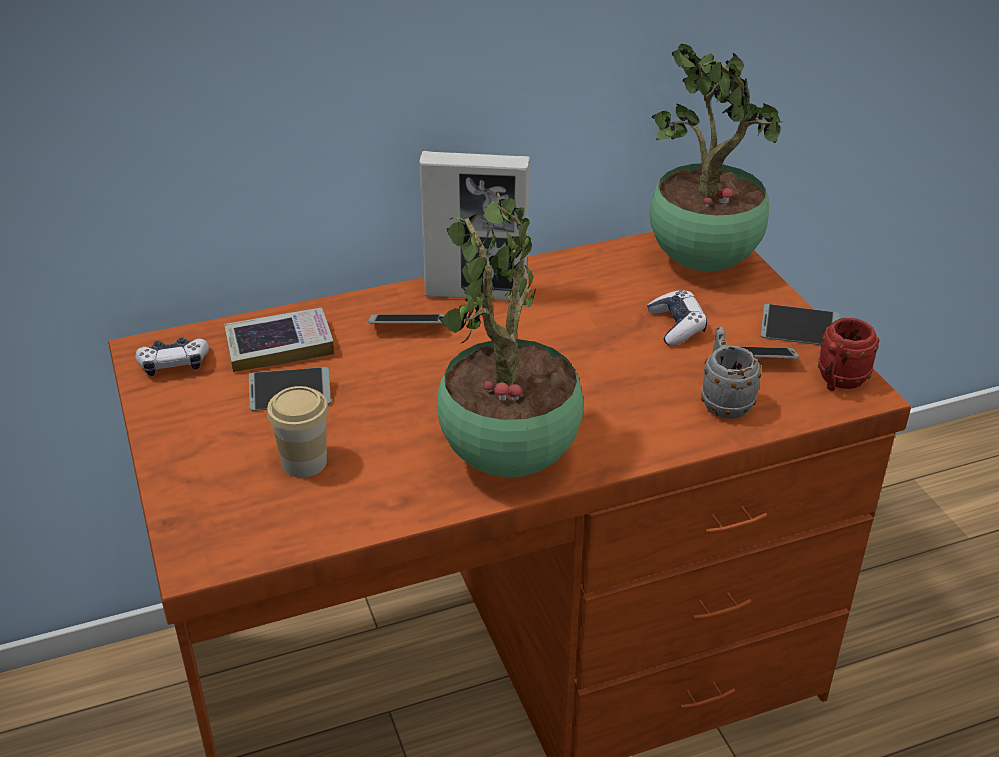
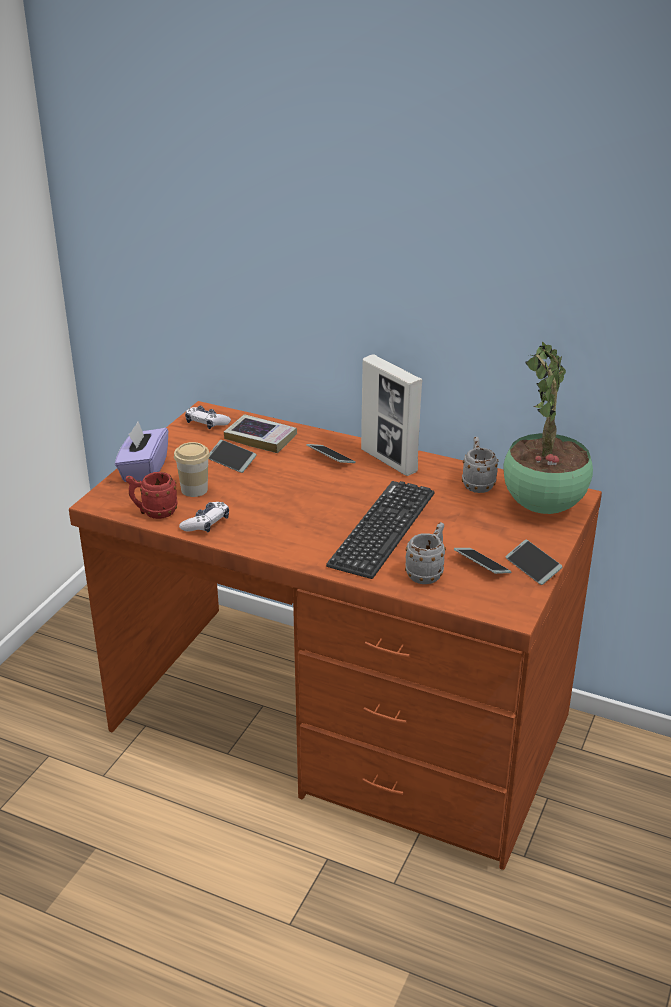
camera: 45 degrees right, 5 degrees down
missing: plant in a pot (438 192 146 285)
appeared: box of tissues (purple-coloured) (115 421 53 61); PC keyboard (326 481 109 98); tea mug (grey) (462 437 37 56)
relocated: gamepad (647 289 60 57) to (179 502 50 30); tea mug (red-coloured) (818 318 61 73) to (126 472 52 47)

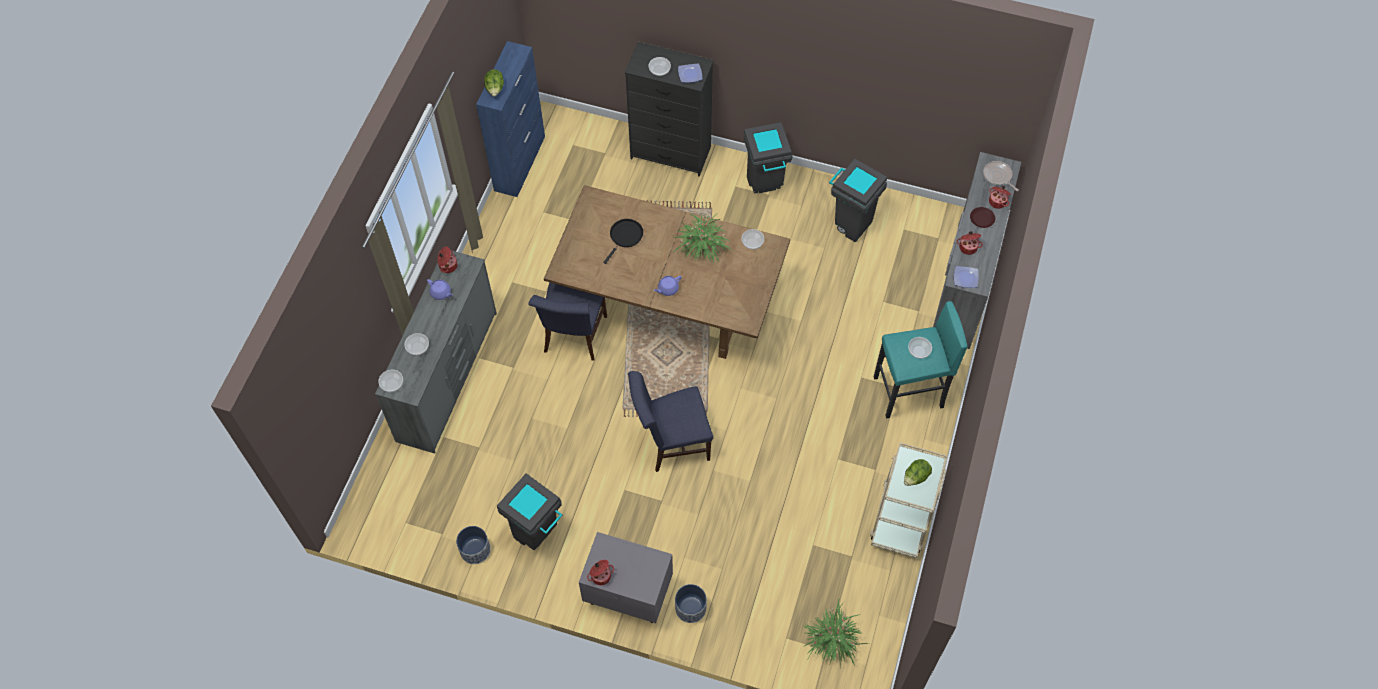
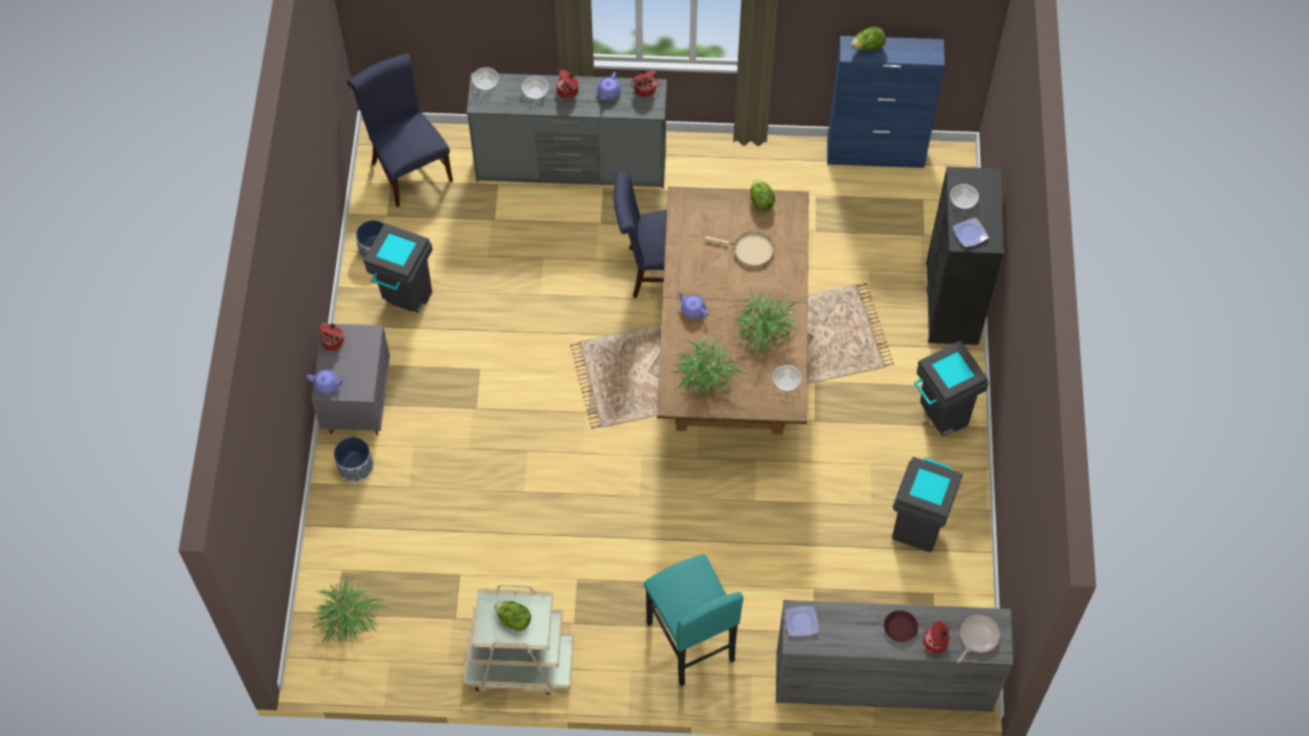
camera: 75 degrees right, 0 degrees up
missing: bowl (908 337 24 22)
appeared: tea pot (purple-coloured) (307 369 39 25); plant in a pot (671 332 77 66); lettuce head (750 179 25 32)
relocated: plain chair (blue-coloured) (628 371 86 101) to (347 53 106 154); cooking pot (957 231 26 24) to (556 70 23 29)
colour: frying pan (blackish) (603 219 40 45) to frying pan (sand-coloured) (705 231 69 35)

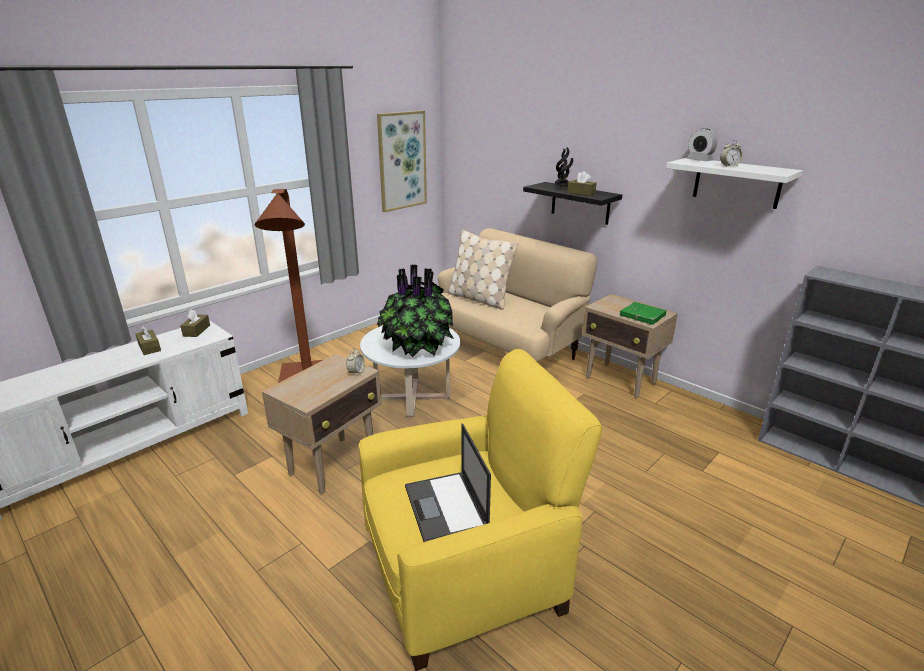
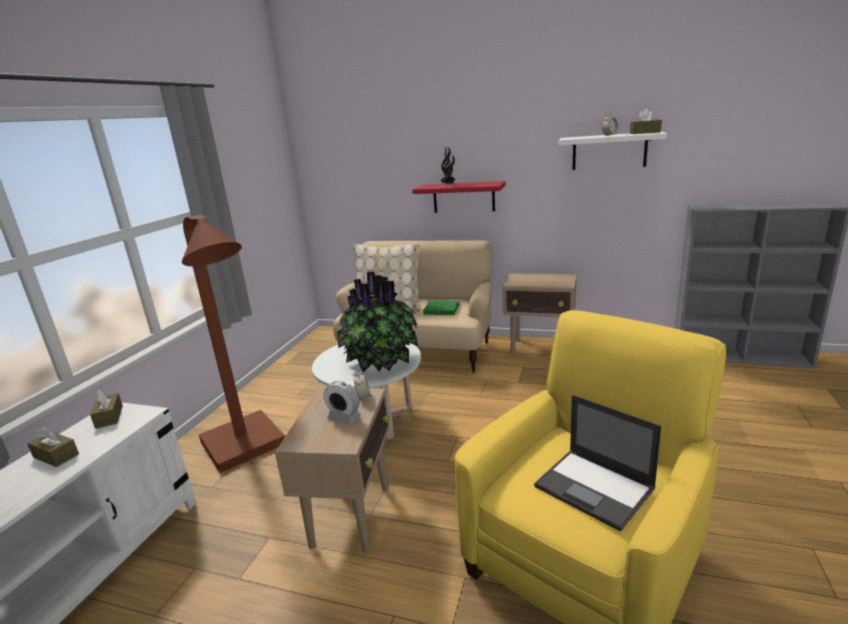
camera: 25 degrees left, 5 degrees down
missing: wall art (377 111 50 101)
relocated: box of tissues (brown-coloured) (567 171 30 25) to (630 109 32 25); book (green) (620 302 46 23) to (423 300 36 15); bedside clock (687 128 30 33) to (323 380 38 44)
colour: bracket shelf (blackish) (523 182 99 43) to bracket shelf (red-coloured) (412 181 94 32)

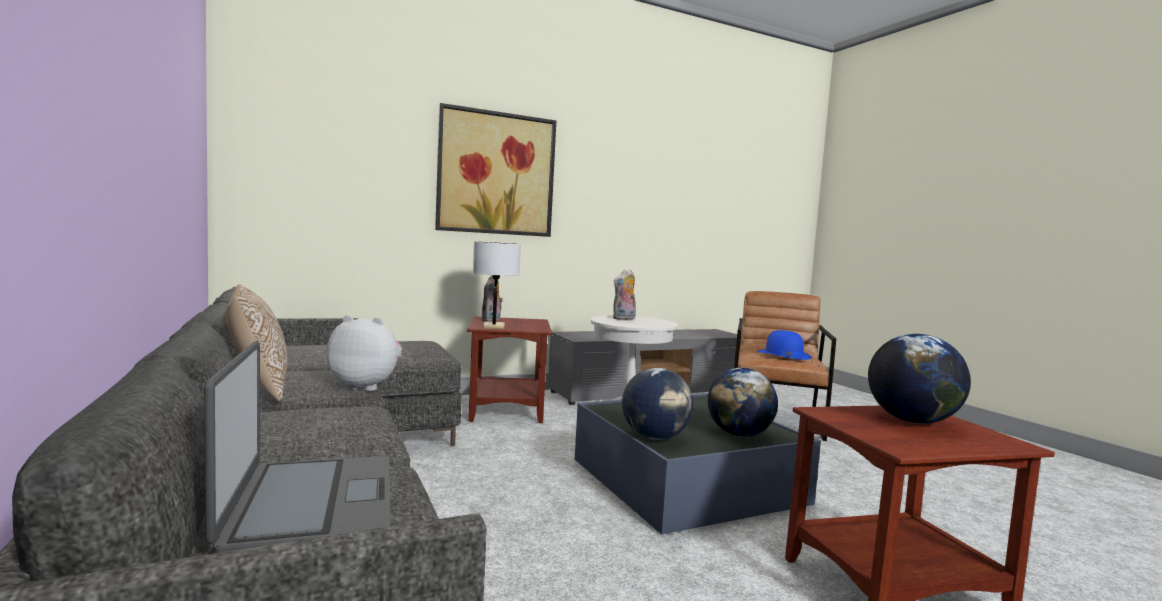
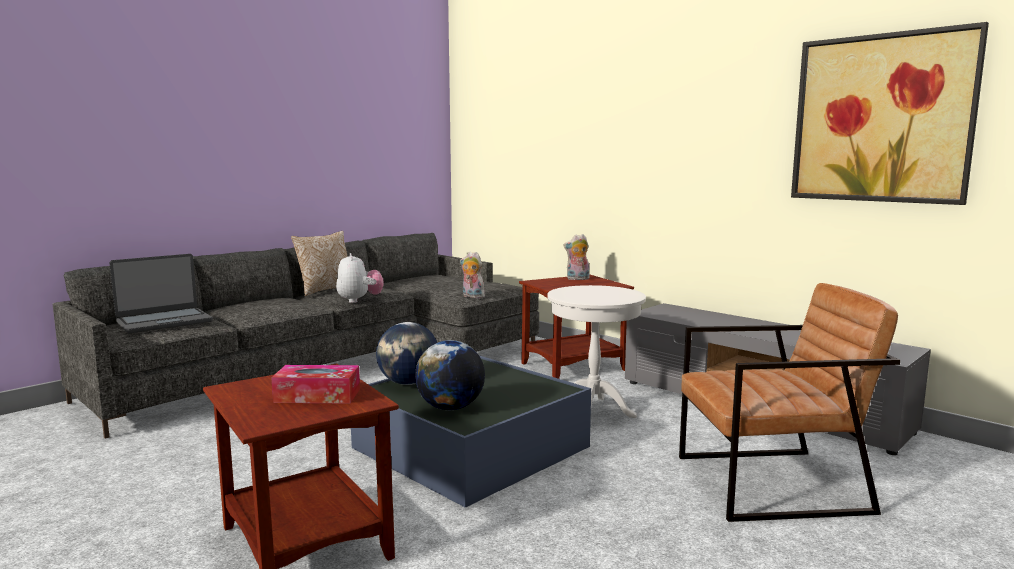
camera: 70 degrees right, 5 degrees up
missing: lamp for a table (whitish) (473 242 48 87); clothing hat (blue-coloured) (757 330 55 30)
relocated: wall art (435 103 121 134) to (791 22 198 183); cuddly toy (613 269 23 51) to (460 252 25 46)
exchanged: desk globe (868 334 103 90) to box of tissues (271 365 89 39)

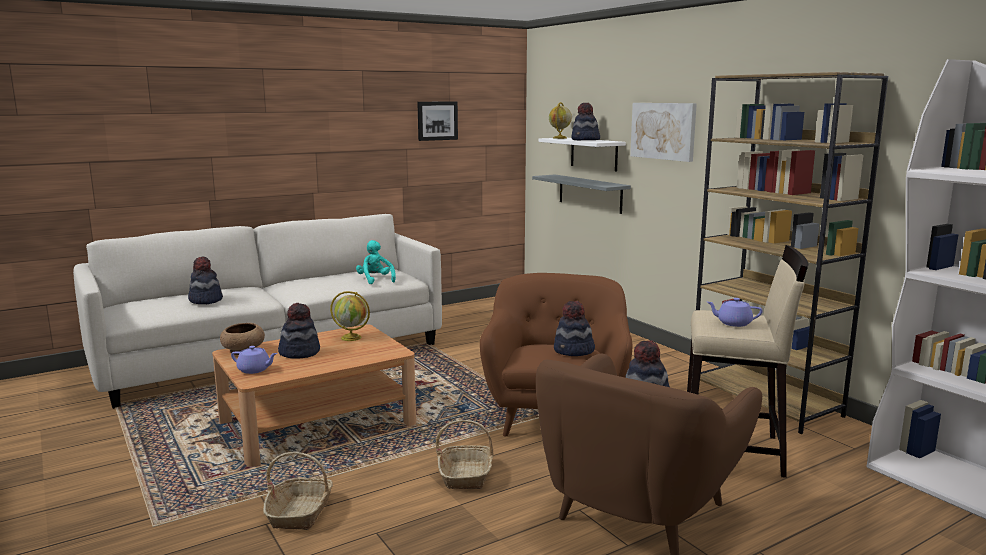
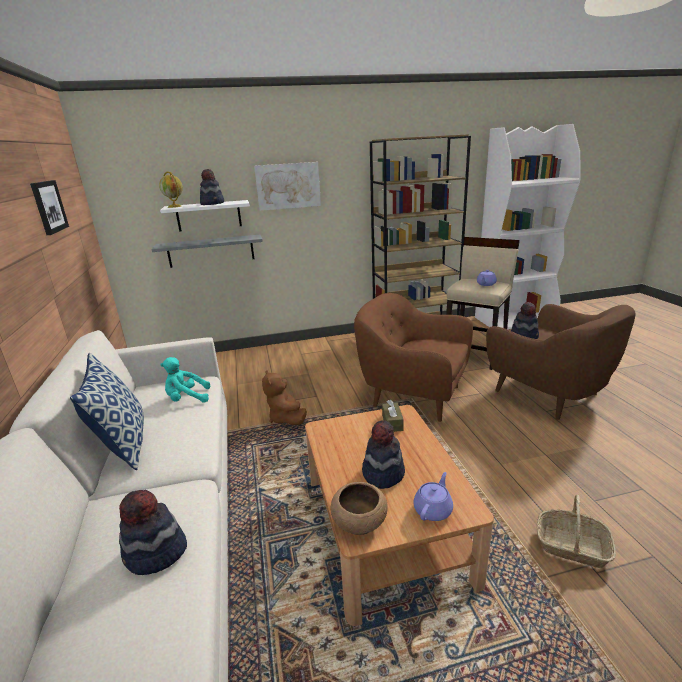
camera: 70 degrees left, 10 degrees up
missing: desk globe (330 291 40 50); storage basket (436 420 58 69); clothing hat (554 301 41 55)
appeared: throw pillow (70 353 74 117); cuddly toy (brown-coloured) (262 370 45 55); box of tissues (brown-coloured) (382 400 22 32)

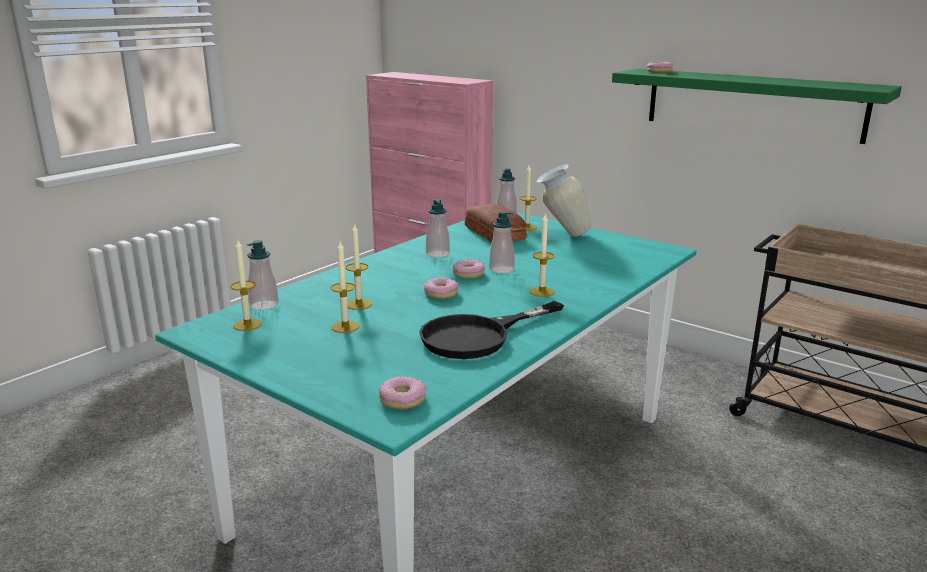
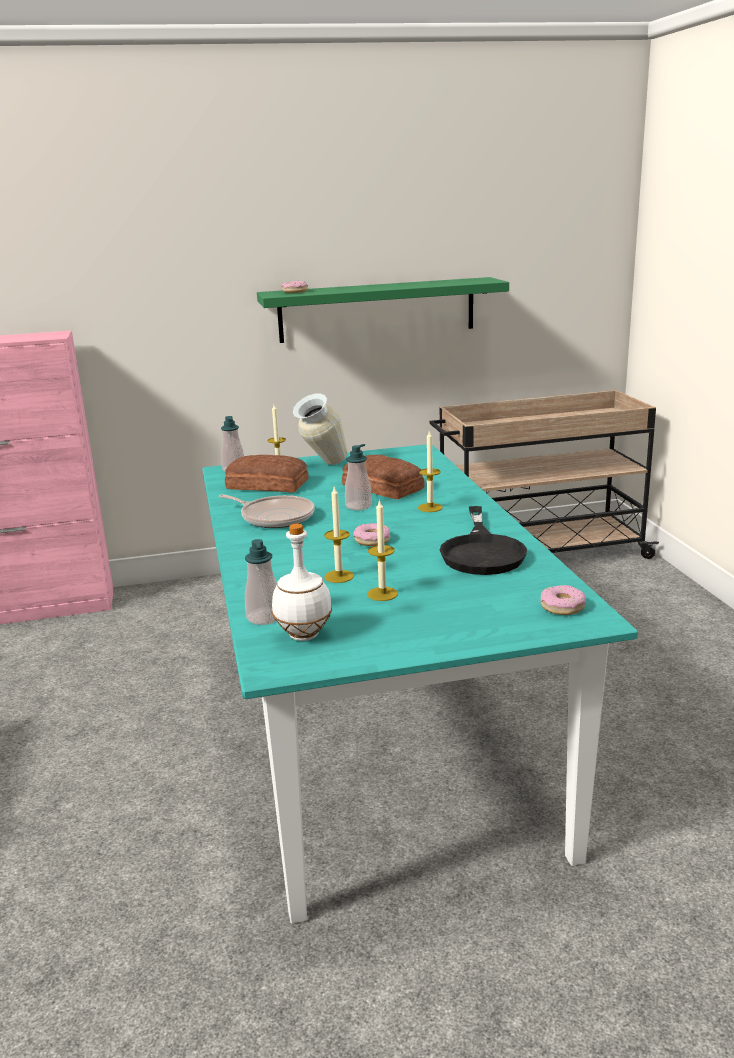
camera: 50 degrees left, 0 degrees up
missing: donut (453 259 32 20)
appeared: bread (342 455 83 44)
exchanged: wax candle (231 240 31 91) to drink bottle (whitish) (272 524 60 117); soap bottle (426 199 24 58) to frying pan (219 494 96 34)

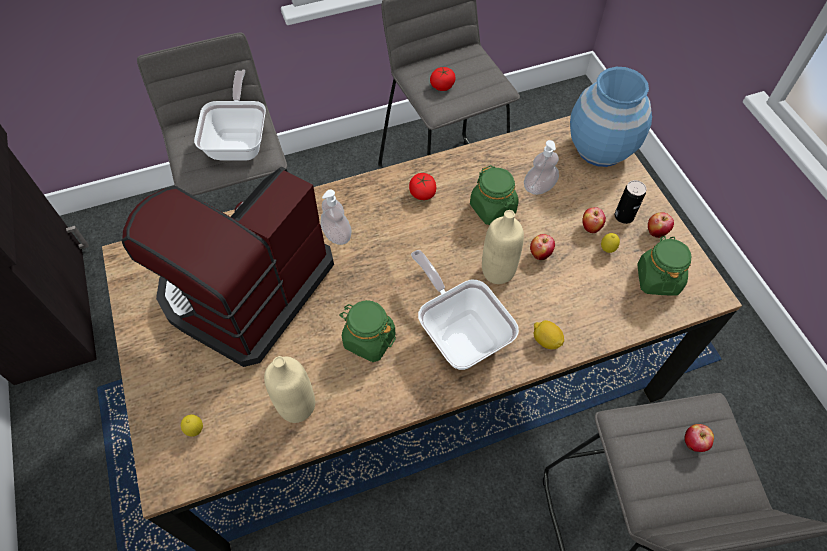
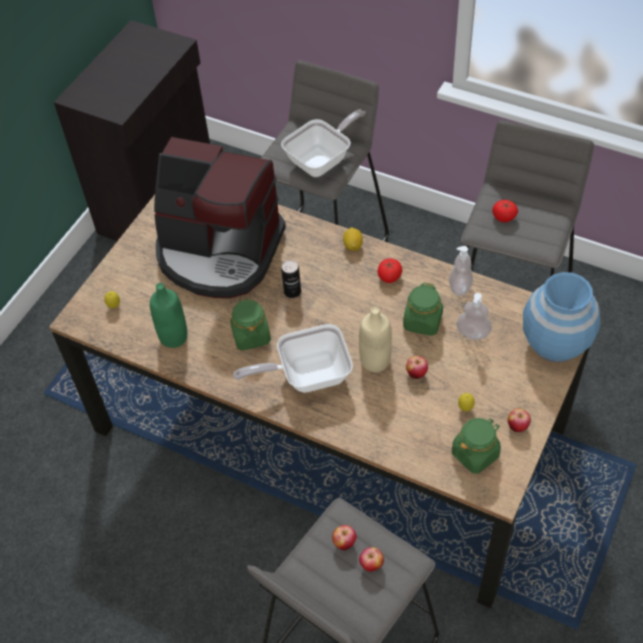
camera: 50 degrees right, 5 degrees down
relocated: soap bottle (320 190 32 55) to (449 246 24 49); lemon (534 320 30 29) to (343 227 20 24); apple (582 207 24 26) to (332 525 25 25); sealed can (615 180 32 44) to (281 260 20 38)
colour: drink bottle (sand-coloured) (264 356 51 67) to drink bottle (green) (150 283 37 65)
spun: coffee machine (121 167 213 200) = (154 137 132 161) 150 degrees counterclockwise; frying pan (411 250 108 120) = (233 324 120 69) 120 degrees counterclockwise

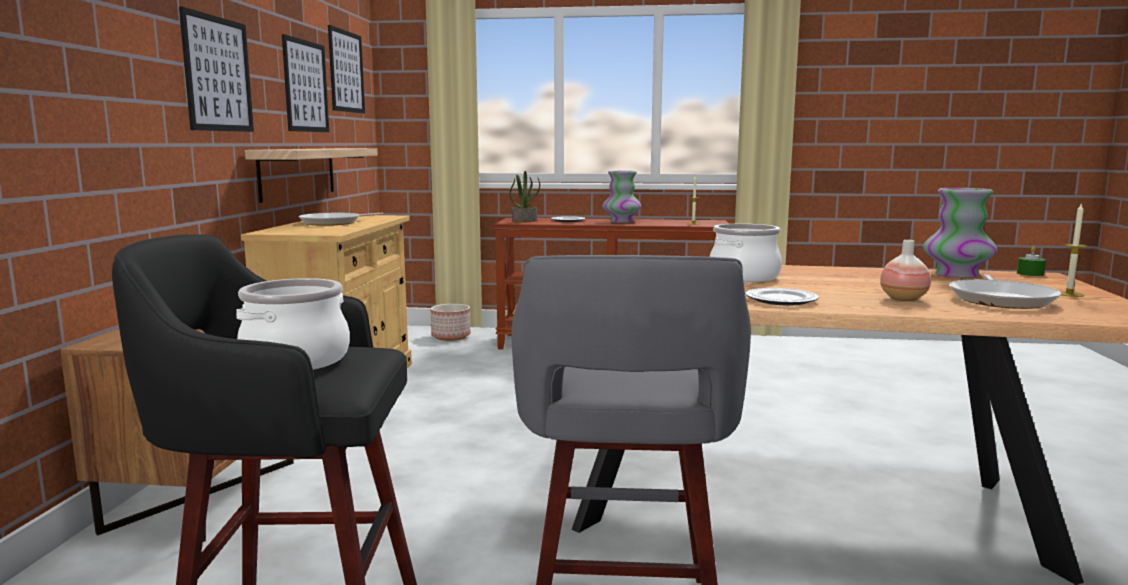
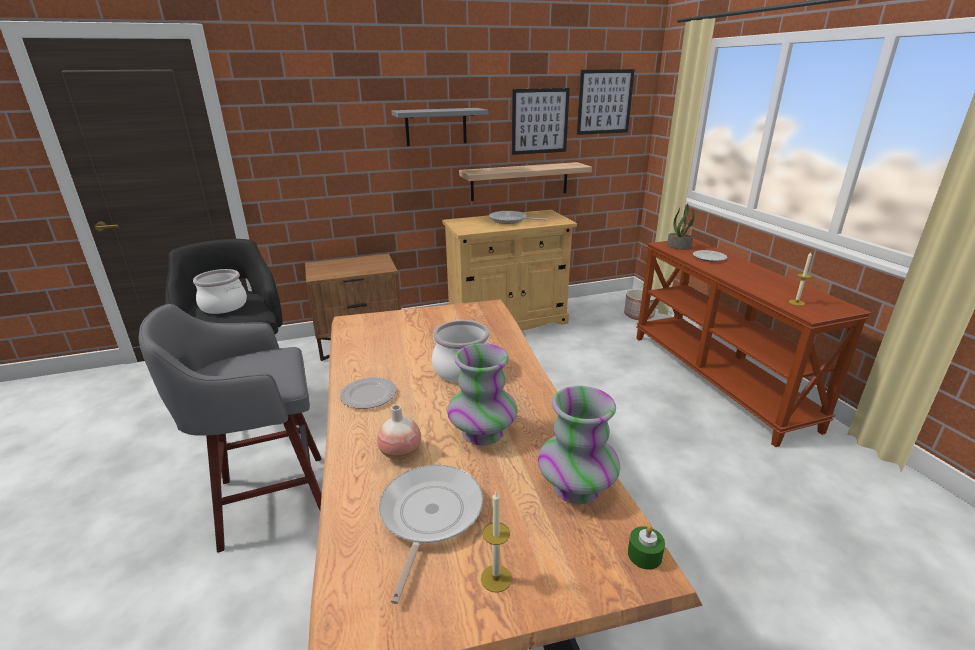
camera: 65 degrees right, 15 degrees up
relocated: decorative vase (603 171 38 52) to (447 343 71 103)
exchanged: wall art (179 7 75 125) to bracket shelf (grey) (392 108 96 38)
spun: frying pan (949 274 112 35) = (379 464 104 140) 105 degrees clockwise

